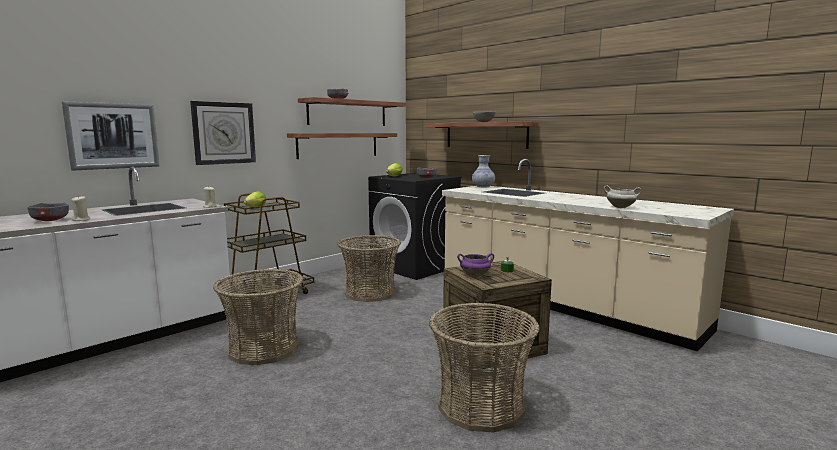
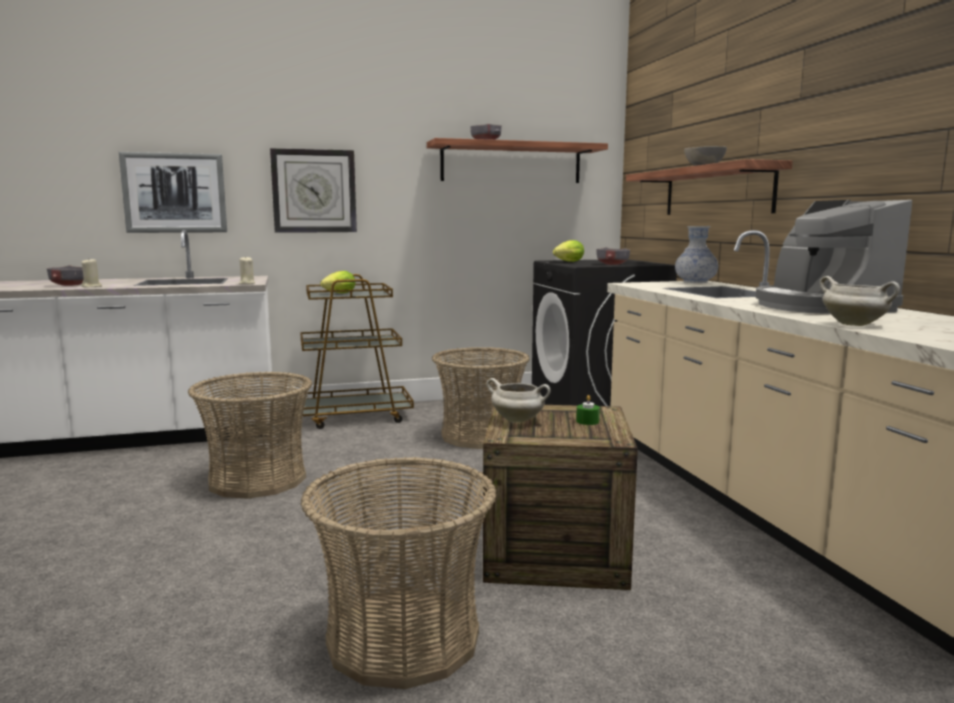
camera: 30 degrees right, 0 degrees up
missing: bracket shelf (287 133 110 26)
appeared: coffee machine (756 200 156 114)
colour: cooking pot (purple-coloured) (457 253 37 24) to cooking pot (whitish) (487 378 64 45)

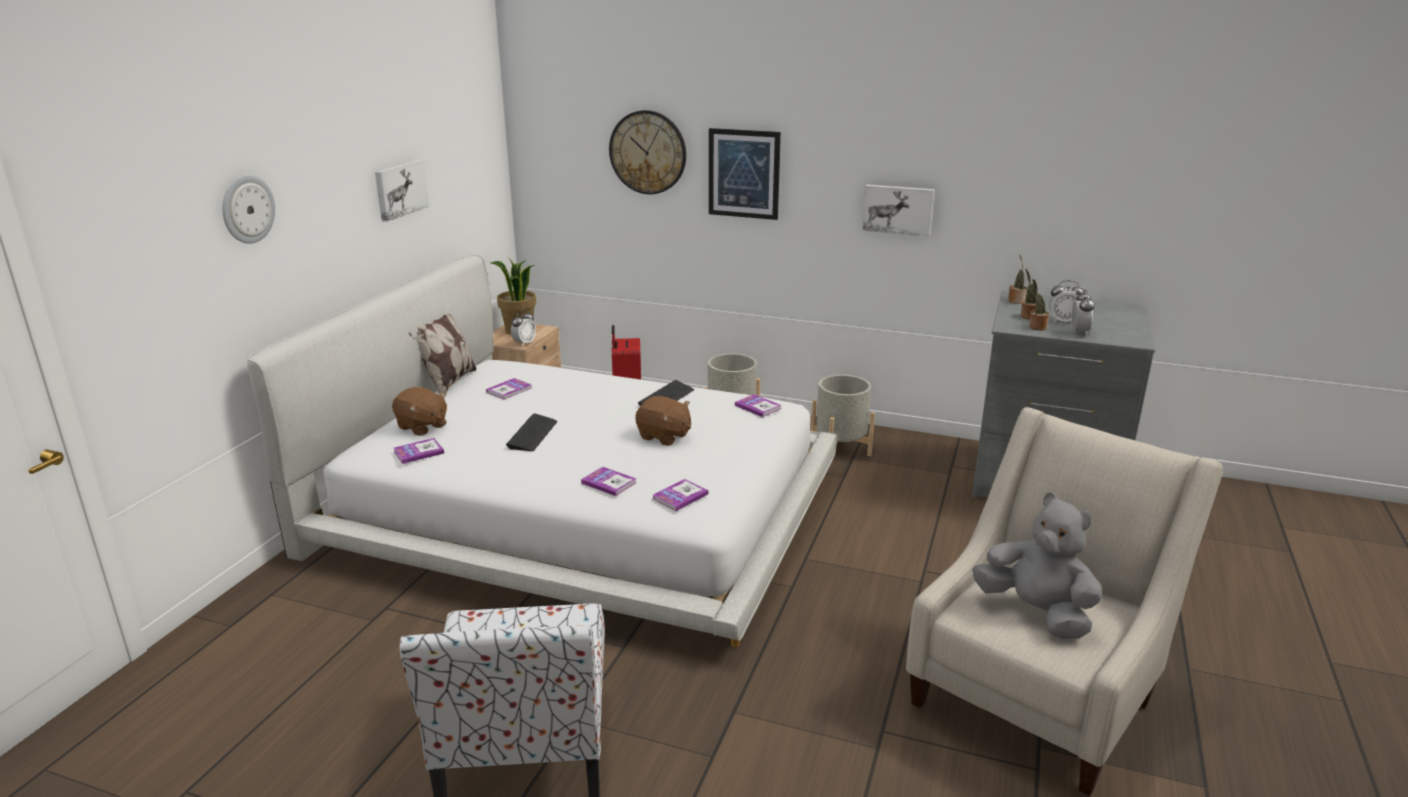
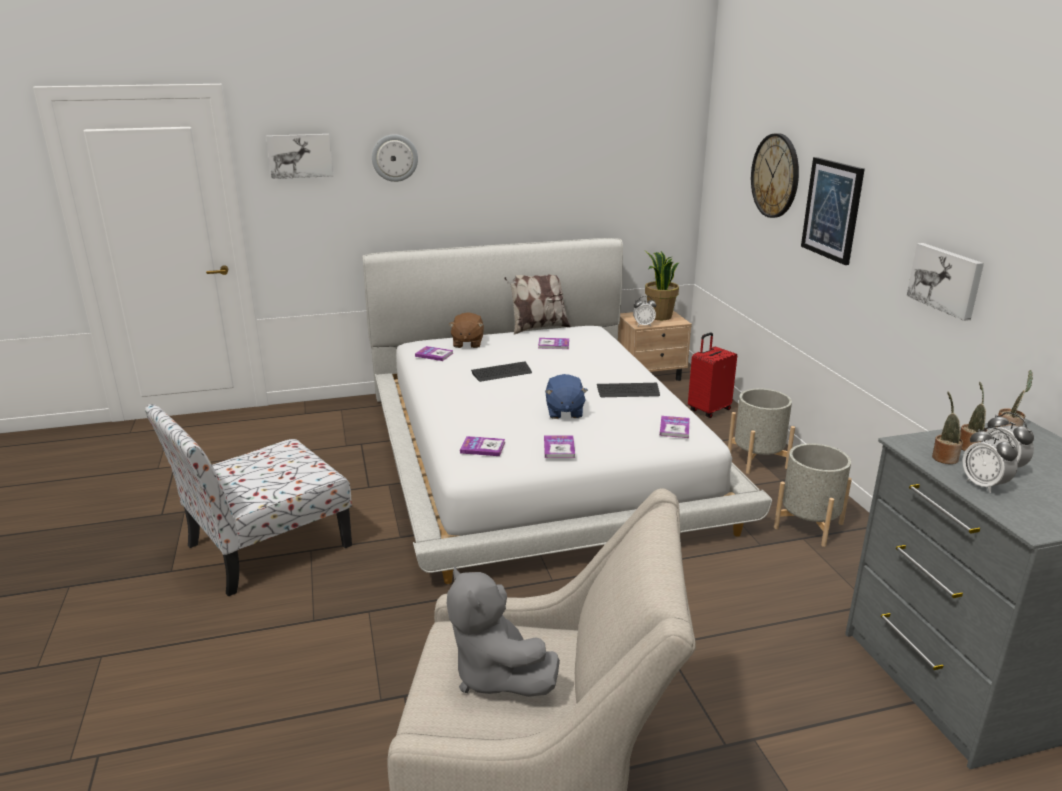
camera: 55 degrees right, 0 degrees up
relocated: wall art (375 160 54 62) to (266 134 67 45); book (581 467 56 29) to (544 435 31 23)
colour: cuddly toy (brown-coloured) (635 396 56 50) to cuddly toy (blue-coloured) (545 374 43 45)
spun: cuddly toy (grey) (972 492 130 147) = (447 566 113 131) 135 degrees clockwise; bedside clock (1072 290 23 46) = (963 427 55 66) 90 degrees clockwise

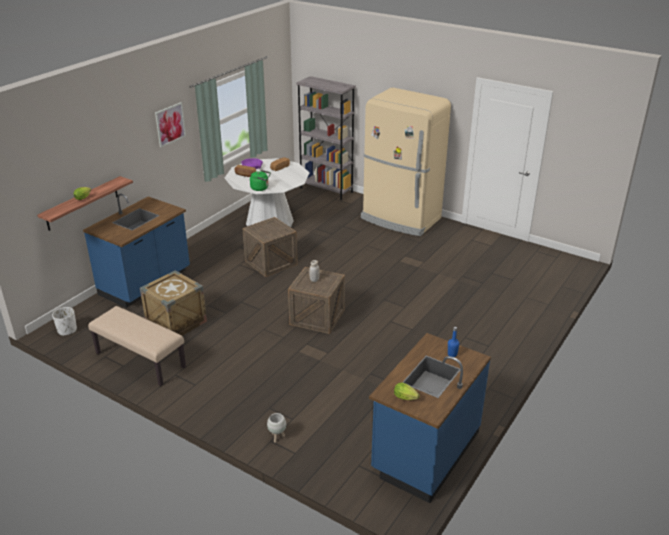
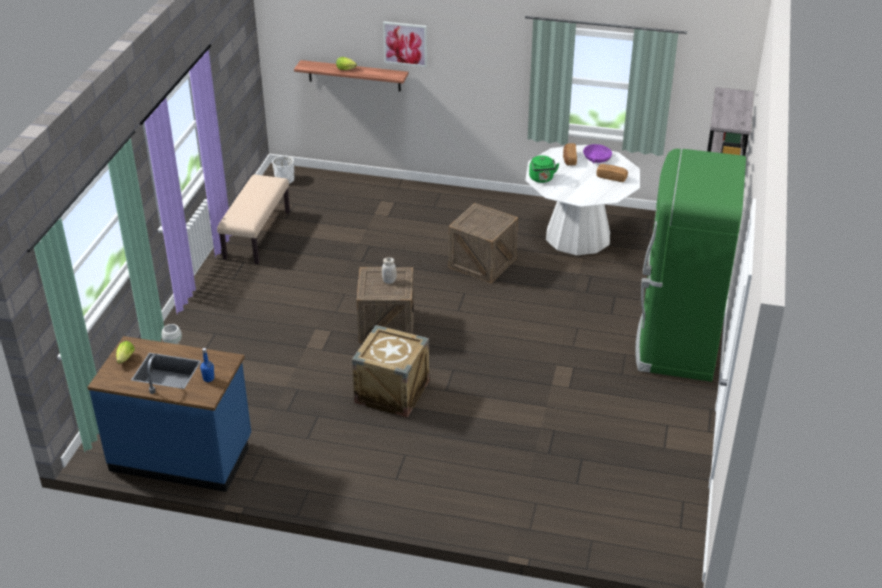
camera: 70 degrees right, 5 degrees up
missing: kitchen counter (blue-coloured) (83 194 107 114)
relocated: shipping crate (140 270 67 66) to (352 325 77 93); wall art (155 102 31 45) to (383 21 44 46)
colour: refrigerator (sand-coloured) (361 88 90 148) to refrigerator (green) (636 149 110 233)

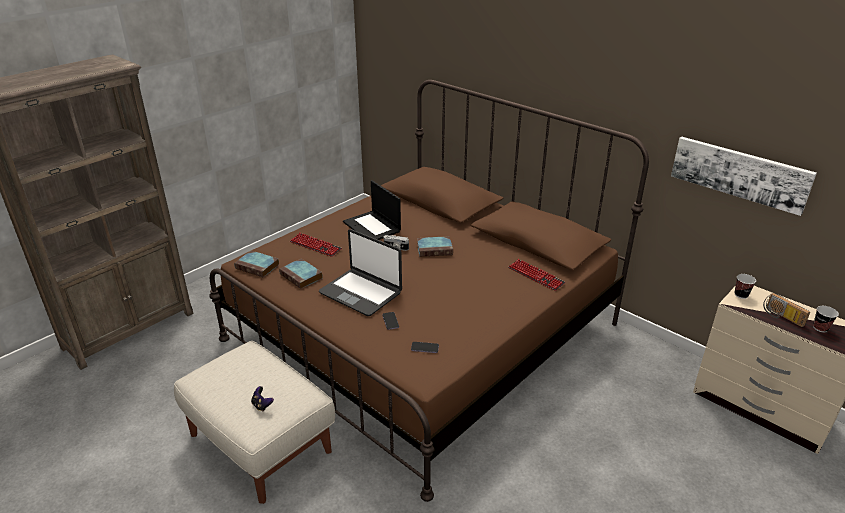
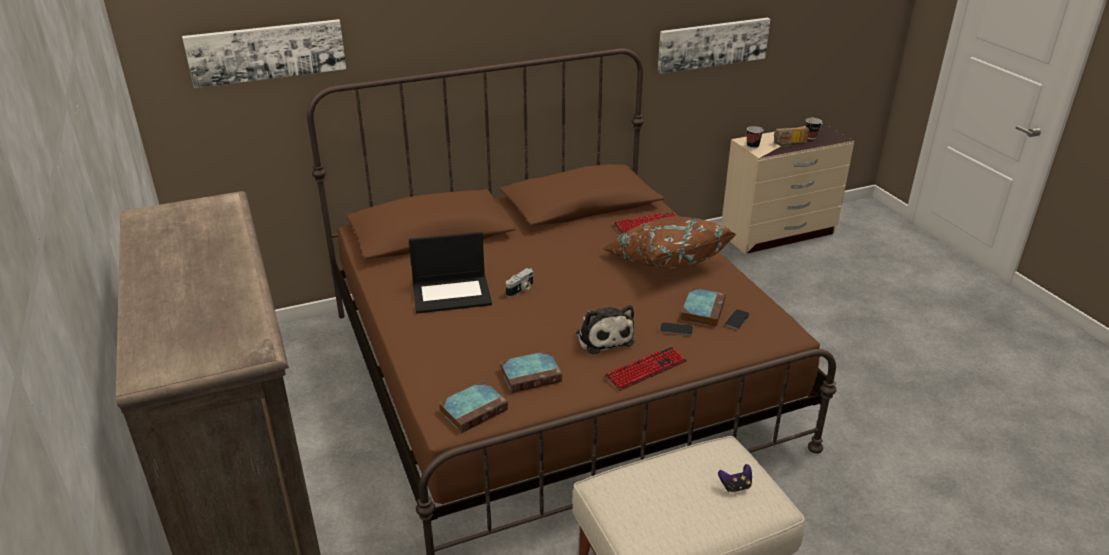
camera: 65 degrees left, 0 degrees up
appeared: wall art (182 19 164 69); throw pillow (brown-coloured) (602 217 135 52)
relocated: PC keyboard (290 233 52 24) to (605 347 82 44); book (417 236 36 21) to (681 287 45 40)
exchanged: notebook computer (319 229 83 87) to cuddly toy (576 305 58 49)

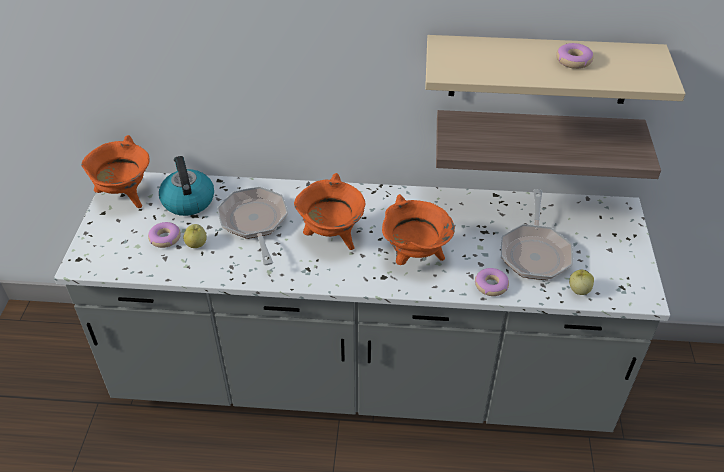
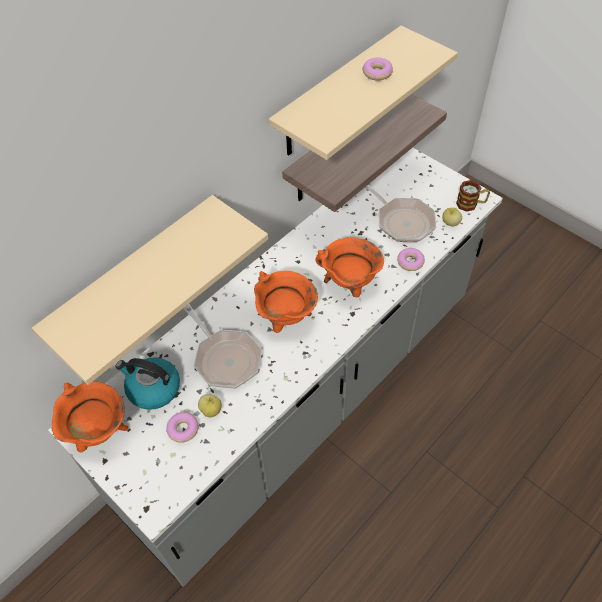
camera: 50 degrees left, 10 degrees up
appeared: bracket shelf (sand-coloured) (32 195 236 190); tea mug (456 180 34 32)
spun: frying pan (217 187 71 78) = (183 304 79 84) 150 degrees counterclockwise

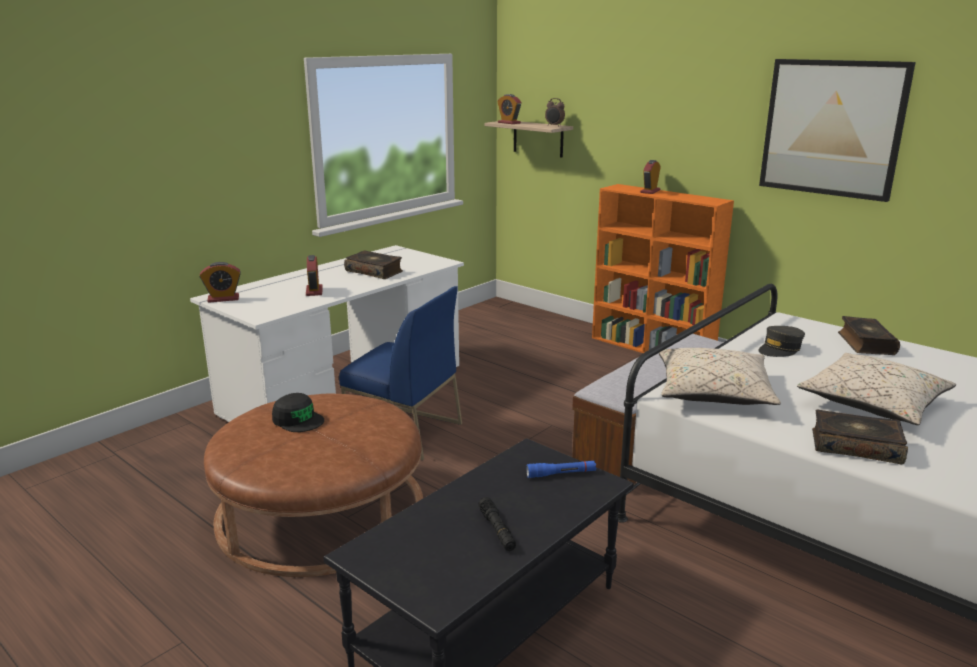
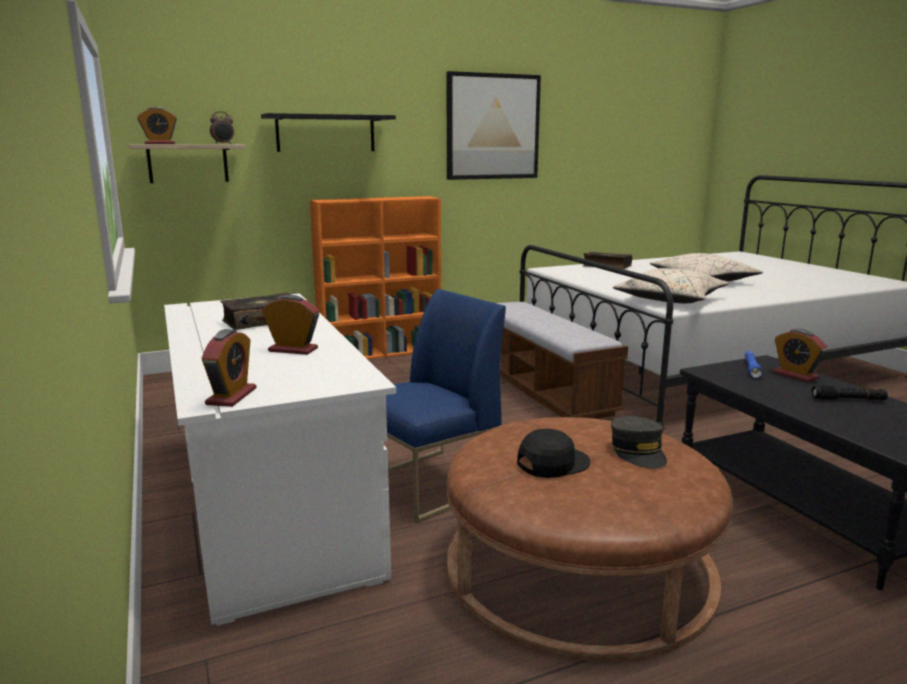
camera: 65 degrees left, 5 degrees down
missing: book (812 410 96 54)
appeared: bracket shelf (blackish) (261 113 135 39)
relocated: bedside clock (640 160 21 34) to (773 329 54 53); cap (grey) (758 326 47 31) to (611 416 56 53)

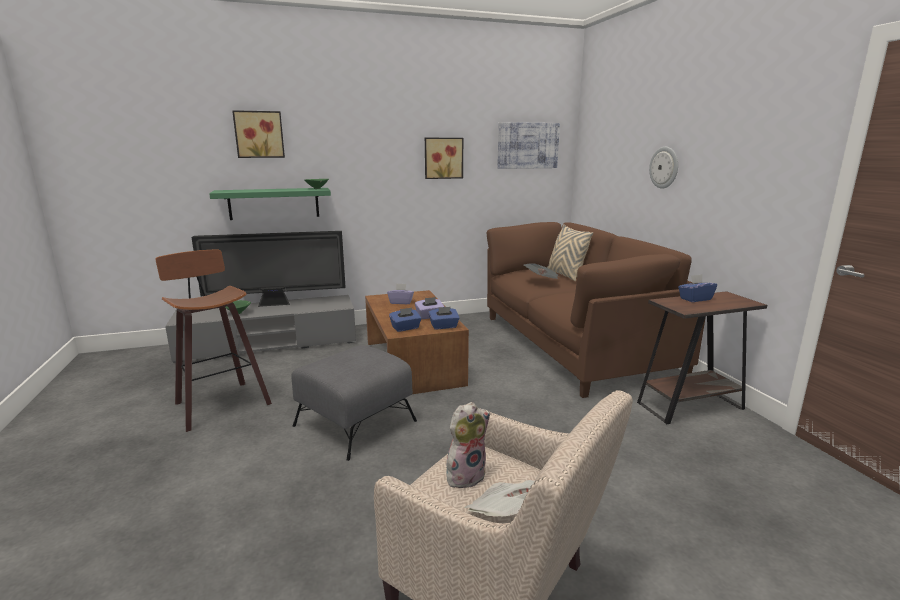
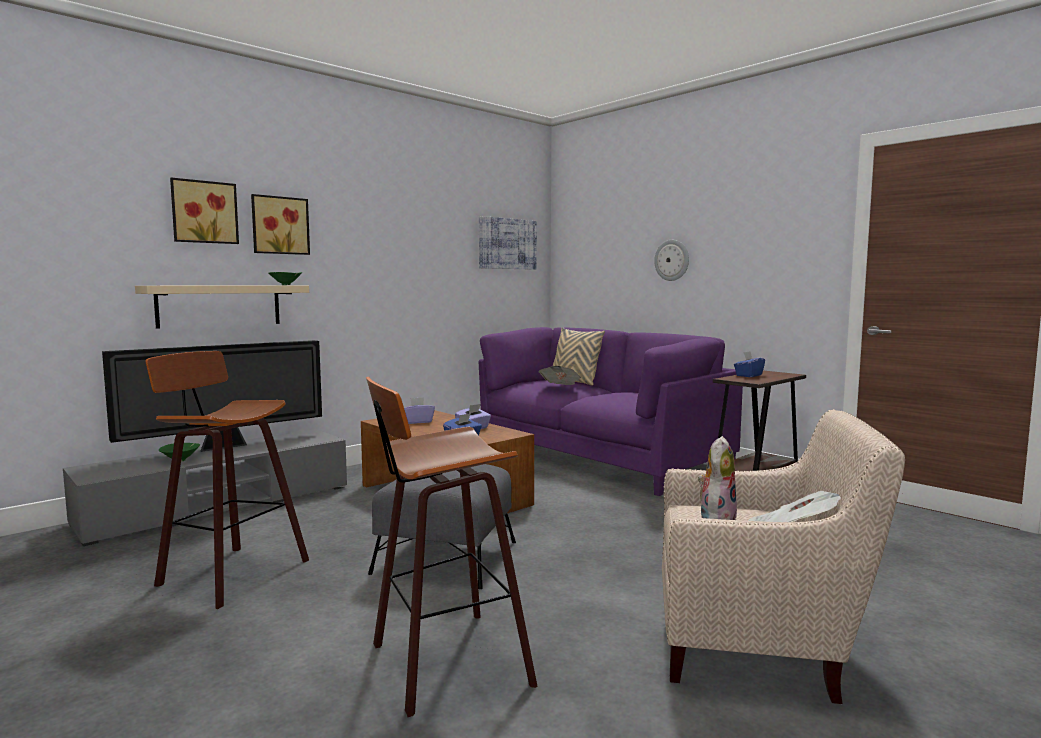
camera: 25 degrees left, 10 degrees down
missing: box of tissues (blue-coloured) (429 307 30 22)
appeared: stool (366 377 171 340)
relocated: wall art (425 138 38 41) to (251 194 59 61)
colour: bracket shelf (green) (209 188 122 32) to bracket shelf (sand-coloured) (135 286 174 43); settee (brown-coloured) (487 222 219 176) to settee (purple-coloured) (478 327 265 169)

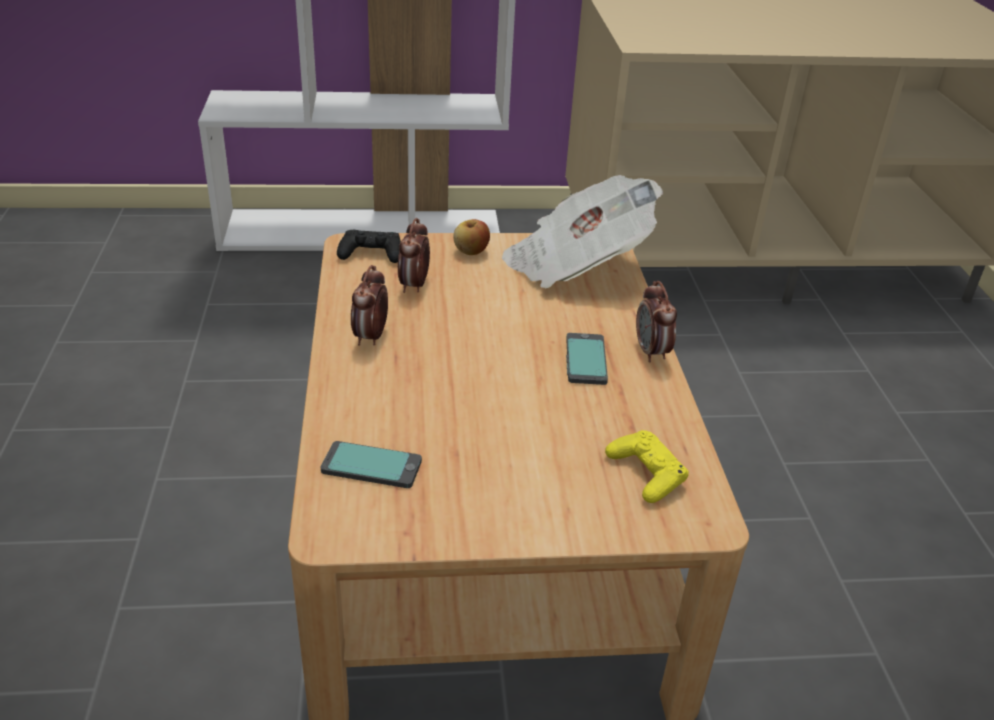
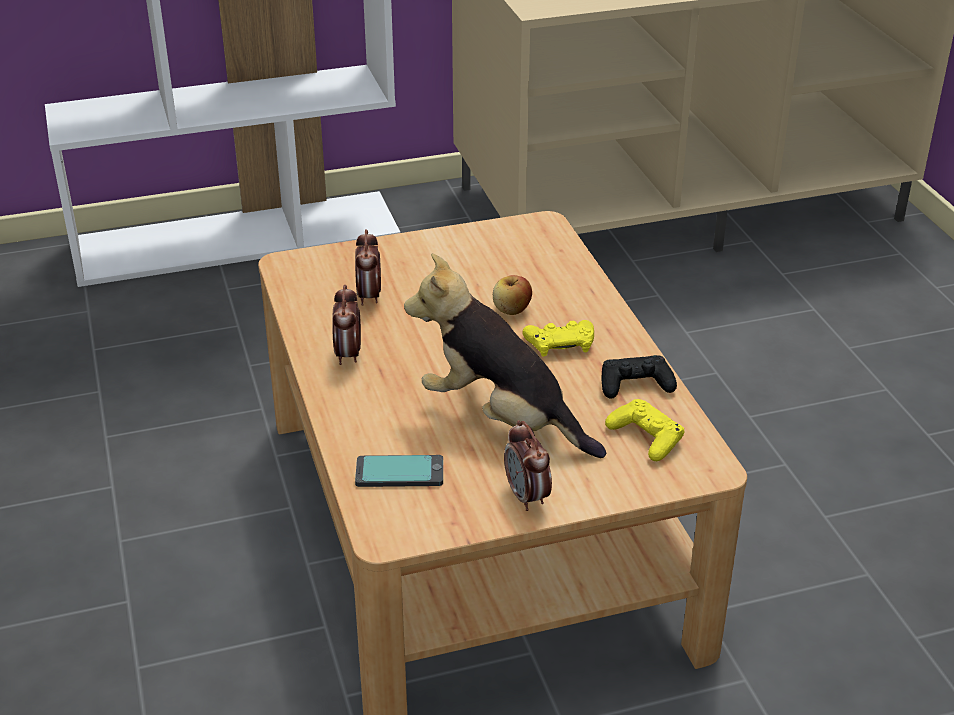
camera: 10 degrees left, 0 degrees up
missing: daily paper (502 175 161 114)
appeared: cuddly toy (404 253 202 205)
relocated: gamepad (blackish) (337 229 64 34) to (602 355 75 44); apple (453 219 37 36) to (493 275 39 40); bedside clock (636 281 41 82) to (504 420 48 91)
exchanged: handset (566 333 42 52) to gamepad (yellow-coloured) (522 320 72 37)

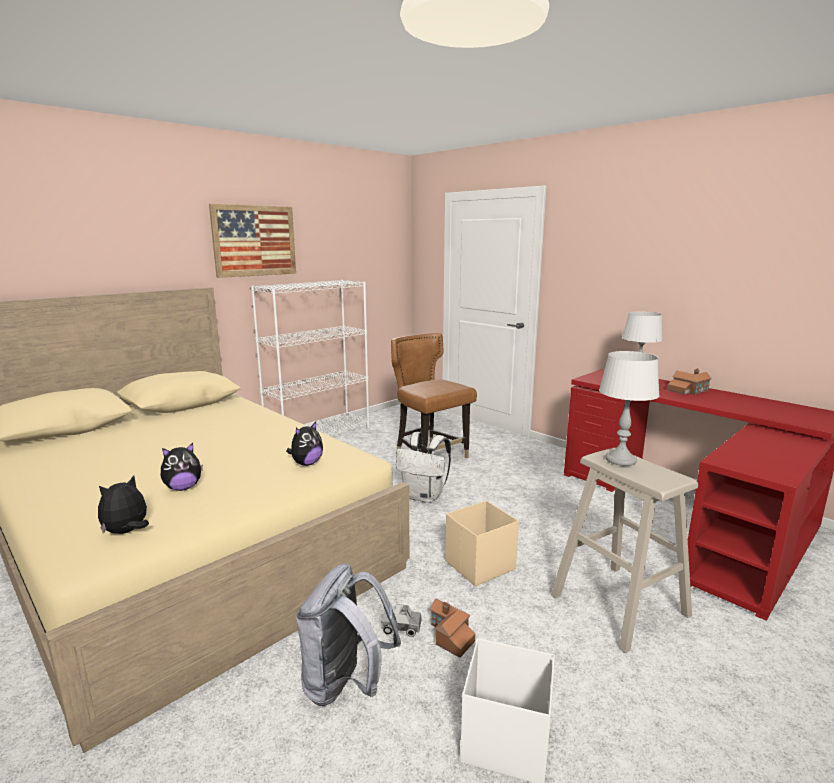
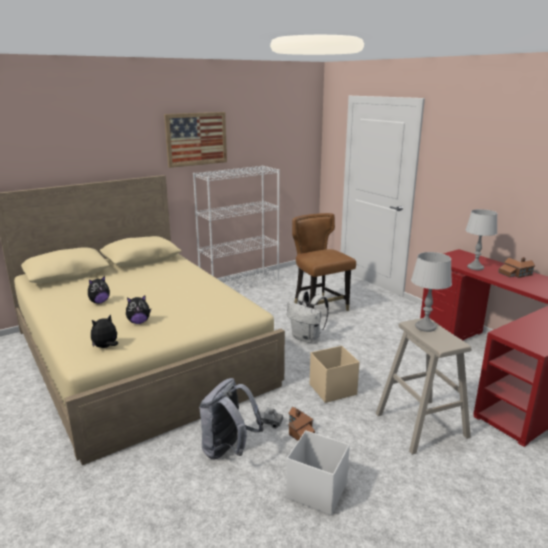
camera: 10 degrees right, 5 degrees up
relocated: cuddly toy (286 422 37 44) to (88 276 22 28)

